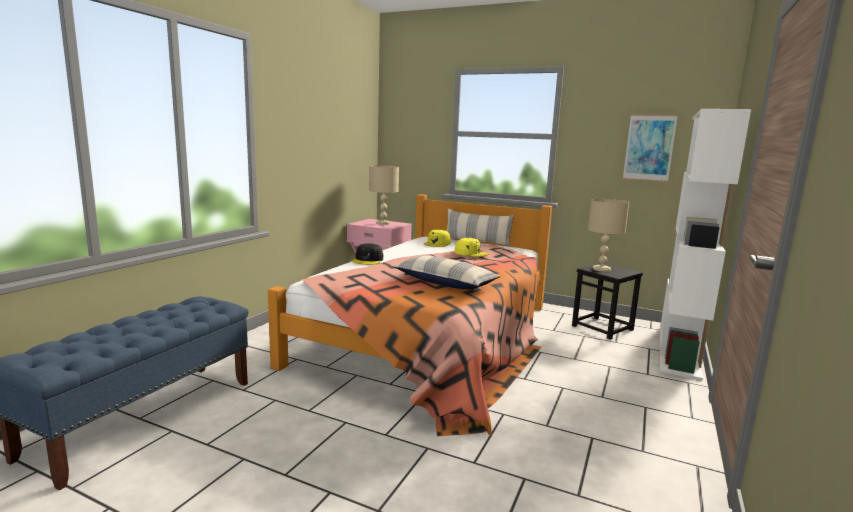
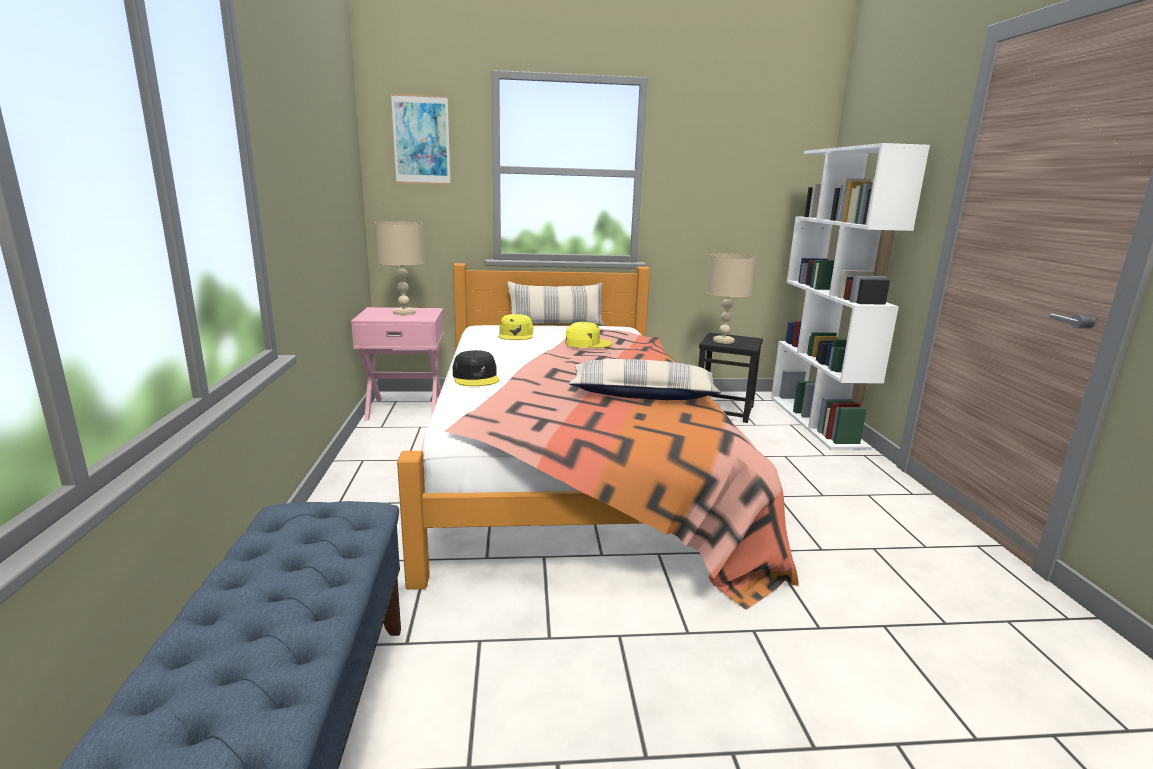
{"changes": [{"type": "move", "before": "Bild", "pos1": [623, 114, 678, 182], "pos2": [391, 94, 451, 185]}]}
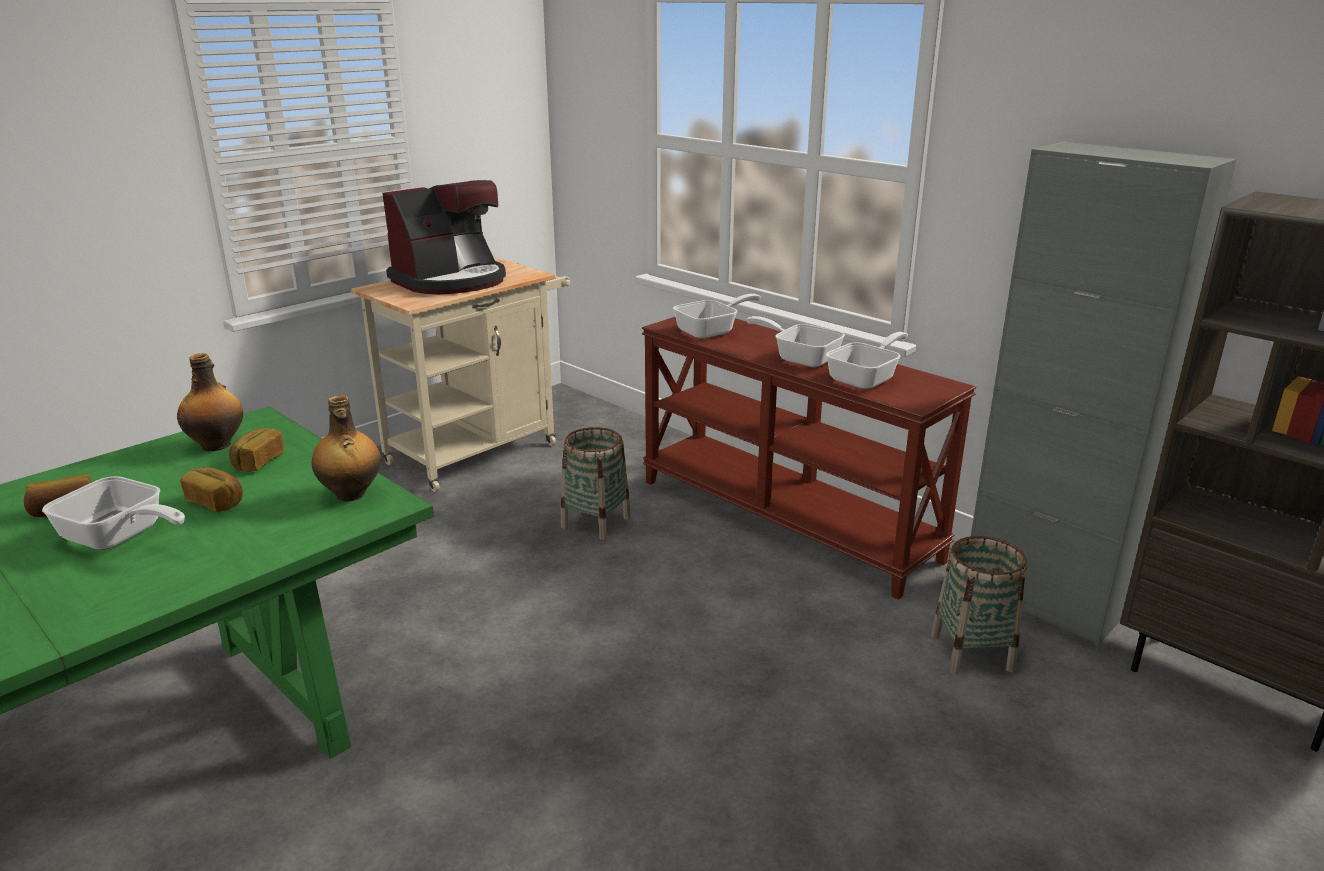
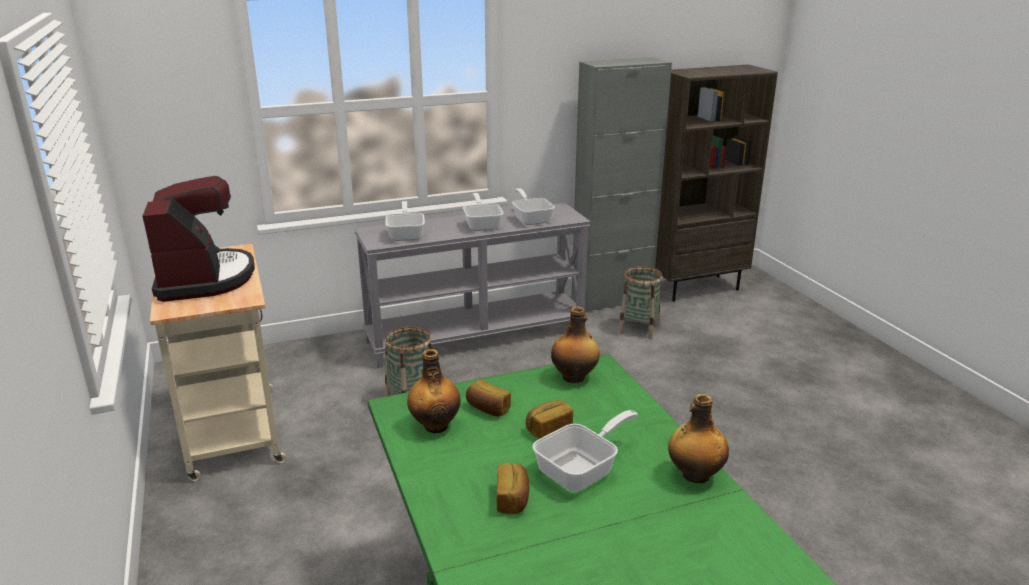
{"changes": [{"type": "recolor", "before": "Konsolentisch/braun", "after": "Konsolentisch/grau", "pos1": [642, 317, 977, 600], "pos2": [354, 203, 590, 368]}, {"type": "rotate", "before": "Pfanne", "pos1": [746, 316, 845, 368], "pos2": [463, 193, 504, 231], "turn": 105}, {"type": "insert", "after": "Flasche", "pos2": [668, 394, 729, 483]}]}
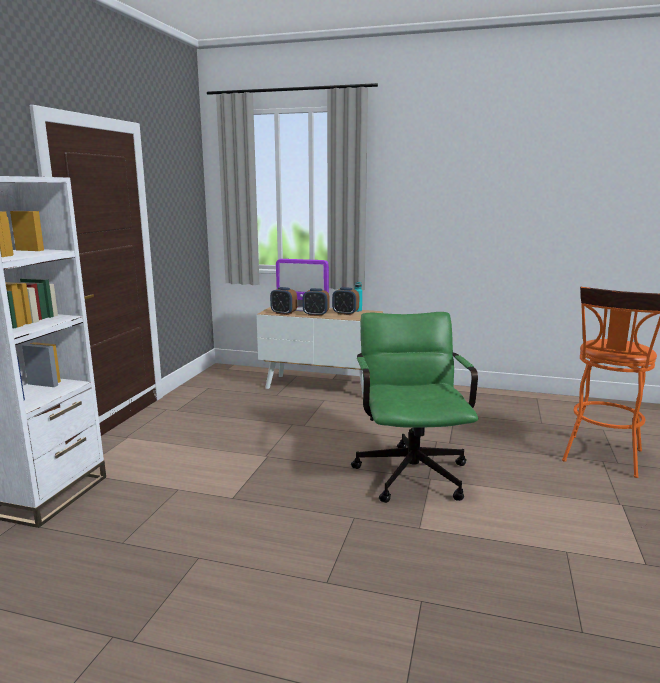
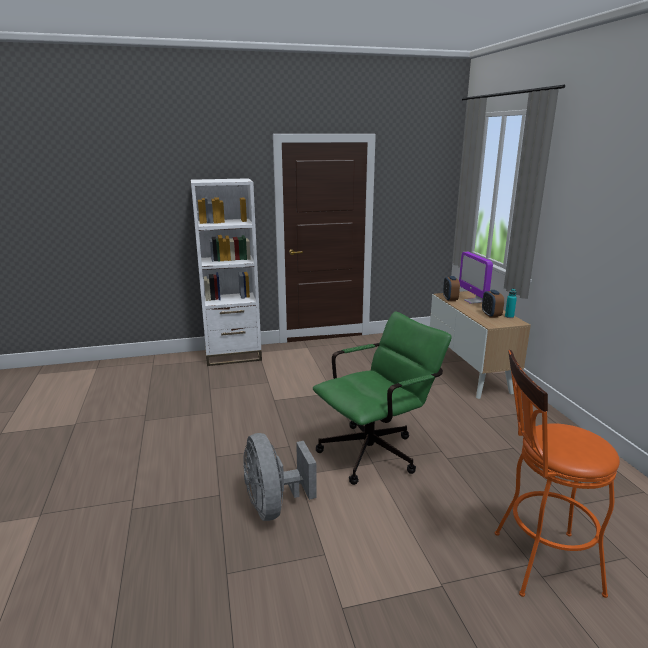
{"changes": [{"type": "delete", "before": "Wecker", "pos1": [303, 288, 330, 316]}, {"type": "insert", "after": "Ventilator/grau", "pos2": [243, 433, 317, 521]}]}
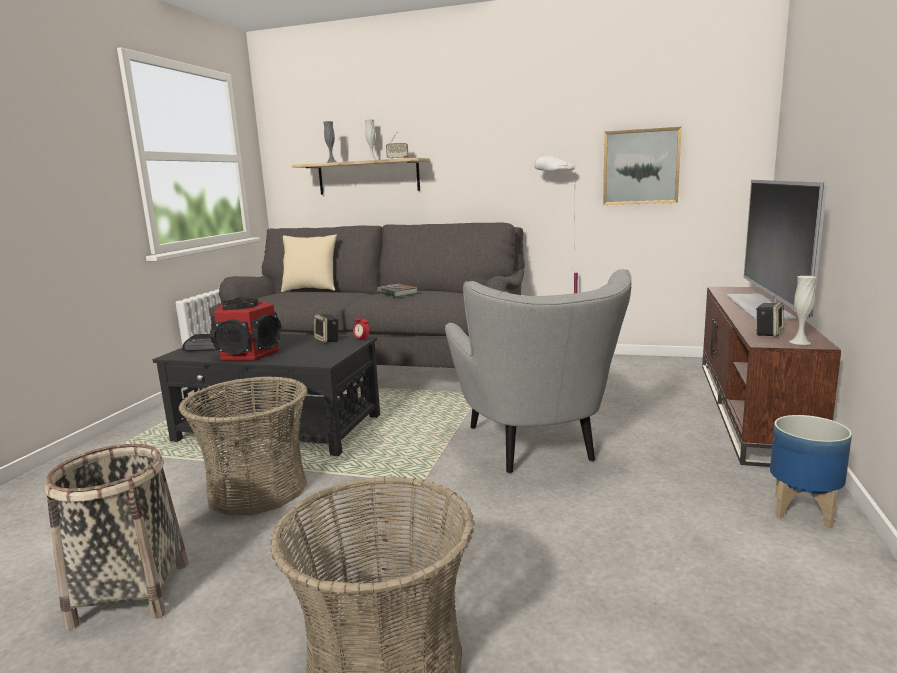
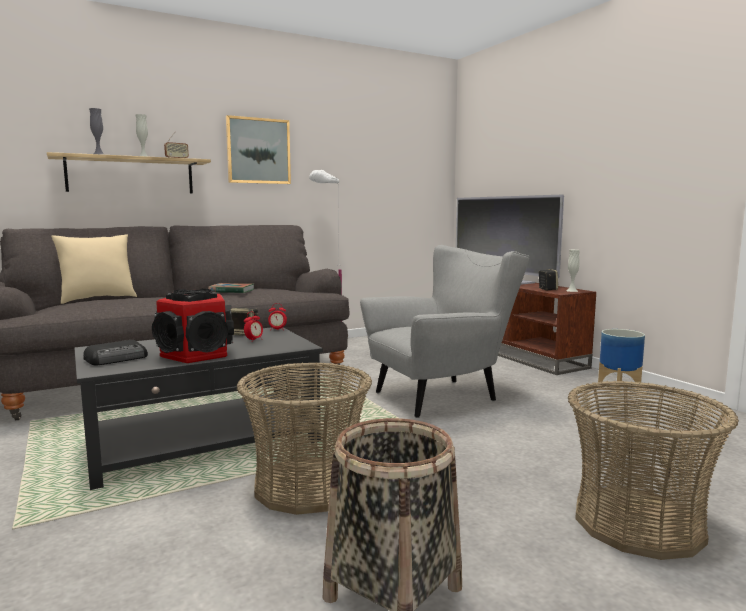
{"changes": [{"type": "rotate", "before": "Sessel/grau", "pos1": [445, 269, 631, 474], "pos2": [360, 245, 529, 418], "turn": -60}, {"type": "move", "before": "Bild", "pos1": [603, 127, 682, 205], "pos2": [226, 115, 291, 184]}, {"type": "insert", "after": "Wecker", "pos2": [244, 312, 263, 342]}]}
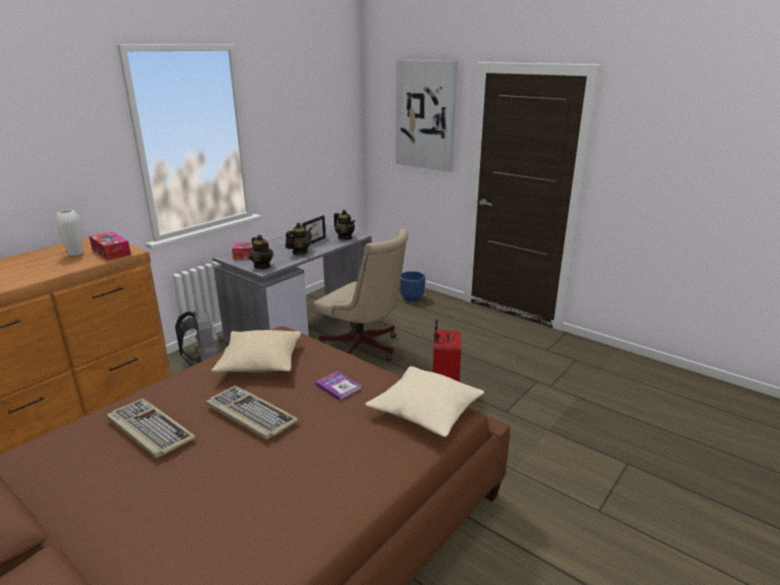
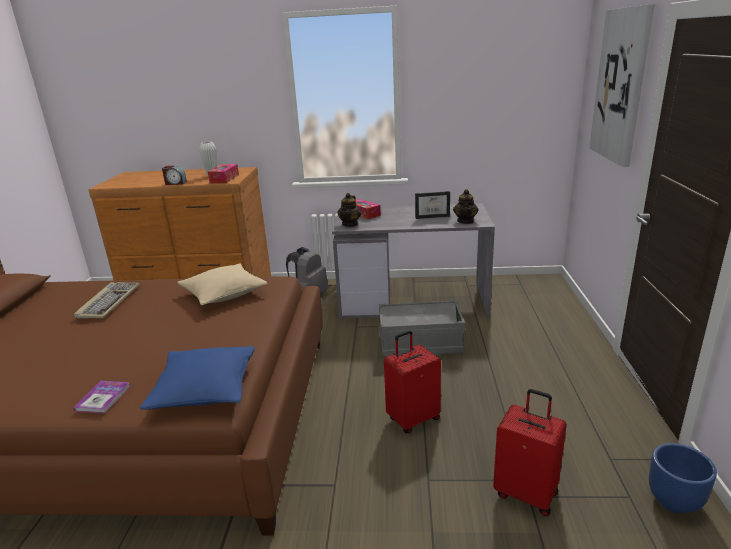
{"changes": [{"type": "delete", "before": "Tastatur", "pos1": [206, 386, 298, 440]}, {"type": "delete", "before": "Teekanne", "pos1": [285, 222, 313, 255]}, {"type": "replace", "before": "Bürostuhl/beige", "after": "Aufbewahrungsbox/grau", "pos1": [314, 229, 408, 361], "pos2": [378, 300, 465, 357]}, {"type": "move", "before": "Buch", "pos1": [315, 371, 361, 401], "pos2": [73, 381, 130, 414]}, {"type": "recolor", "before": "Kissen/beige", "after": "Kissen/blau", "pos1": [365, 366, 484, 437], "pos2": [140, 346, 255, 410]}, {"type": "move", "before": "Pflanzkübel/blau", "pos1": [400, 271, 425, 302], "pos2": [649, 443, 717, 514]}, {"type": "insert", "after": "Wecker", "pos2": [162, 166, 187, 185]}, {"type": "insert", "after": "Koffer/rot", "pos2": [493, 389, 567, 516]}]}
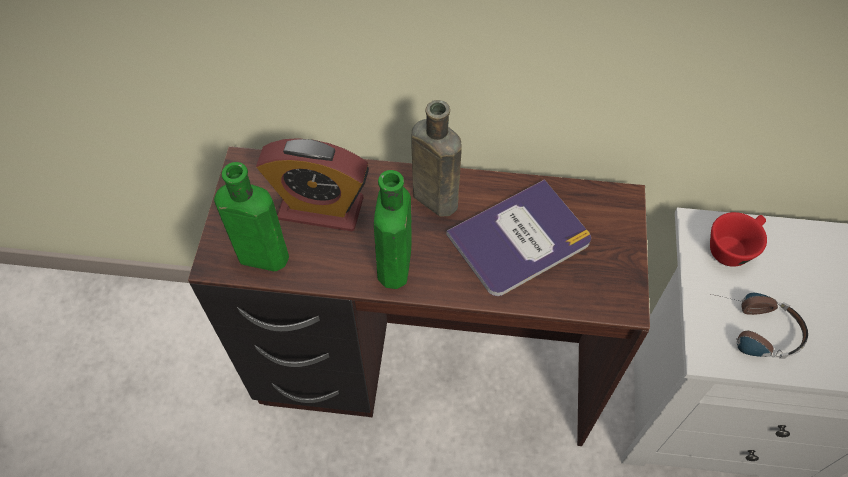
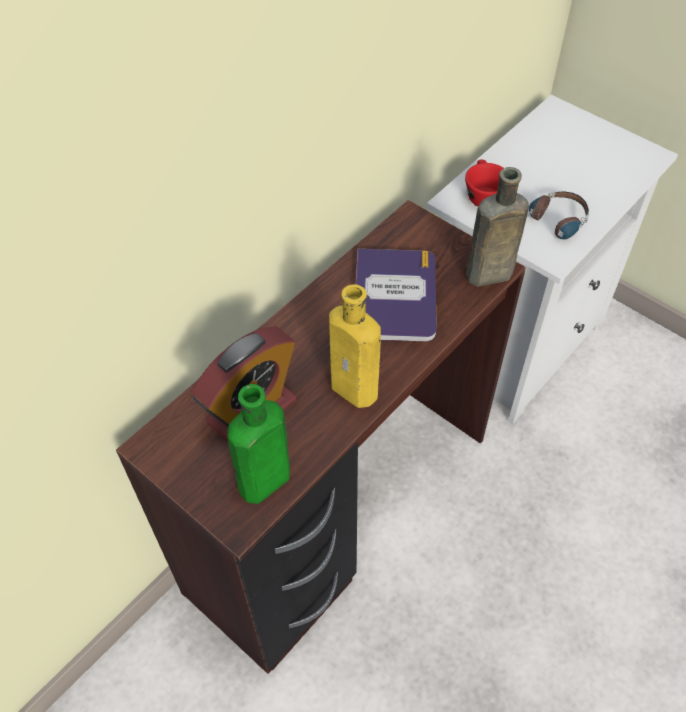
{"changes": [{"type": "recolor", "before": "Flasche/grün", "after": "Flasche/gelb", "pos1": [374, 170, 411, 289], "pos2": [329, 284, 381, 408]}, {"type": "move", "before": "Flasche/braun", "pos1": [411, 100, 462, 217], "pos2": [466, 167, 529, 287]}]}
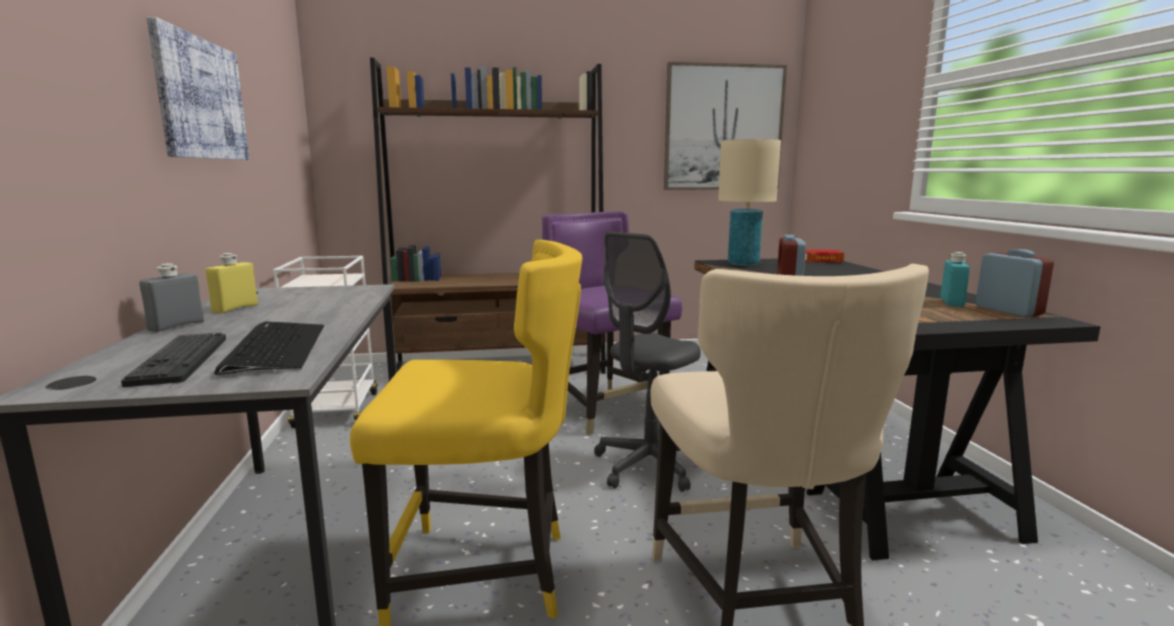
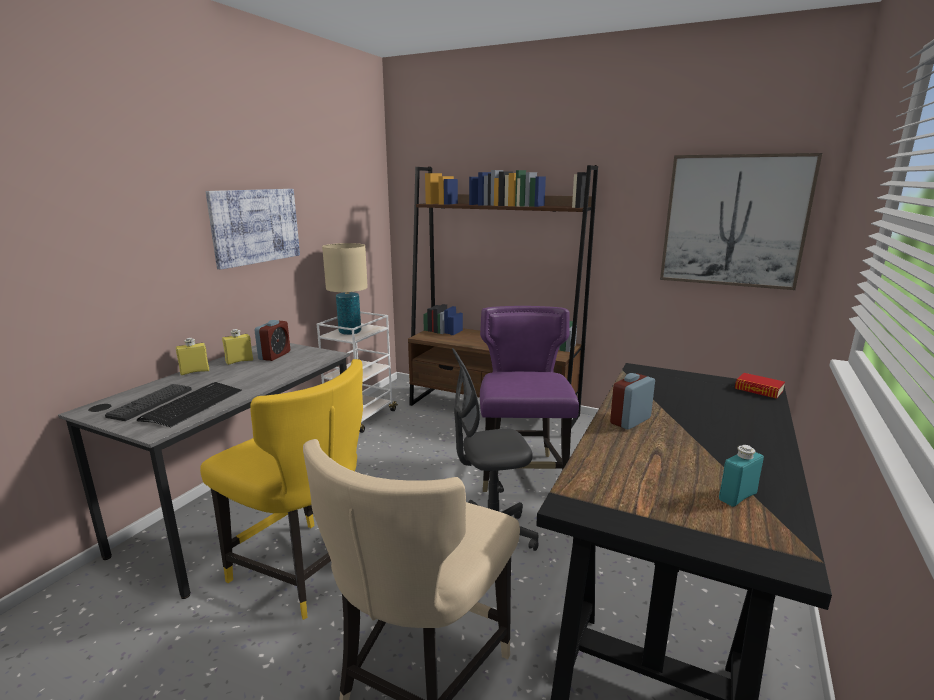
{"changes": [{"type": "recolor", "before": "Flasche/grau", "after": "Flasche/gelb", "pos1": [139, 263, 204, 332], "pos2": [176, 338, 209, 375]}, {"type": "move", "before": "Tischlampe/beige", "pos1": [718, 139, 781, 266], "pos2": [322, 243, 368, 335]}, {"type": "move", "before": "Wecker", "pos1": [976, 249, 1054, 317], "pos2": [254, 320, 290, 361]}]}
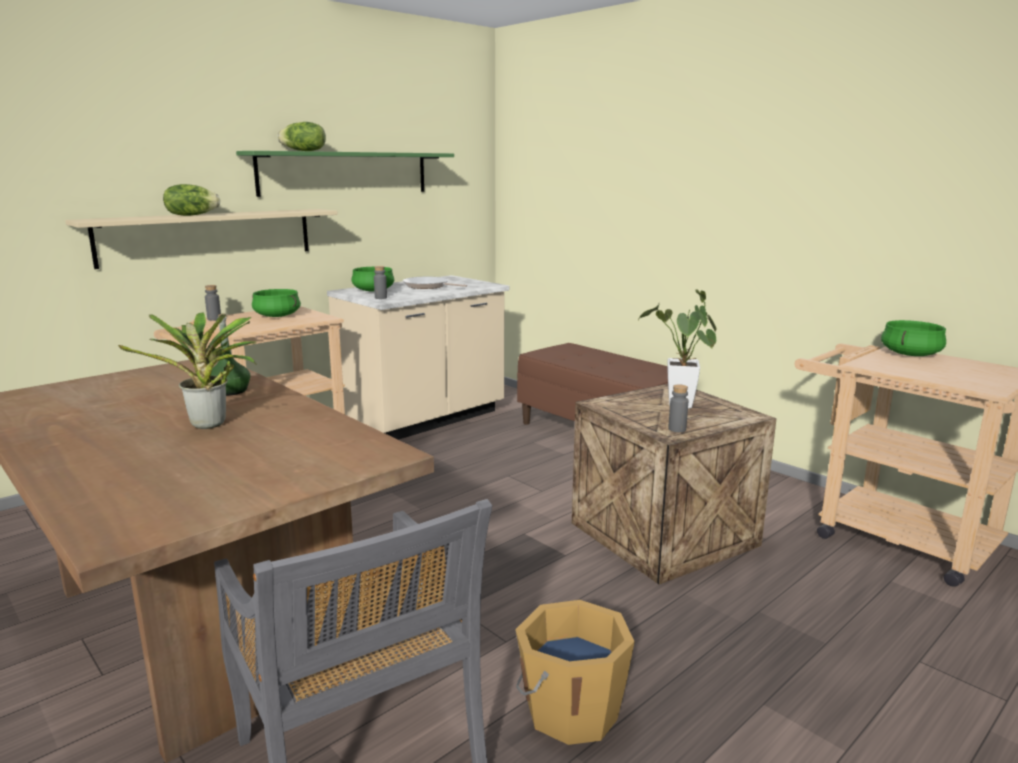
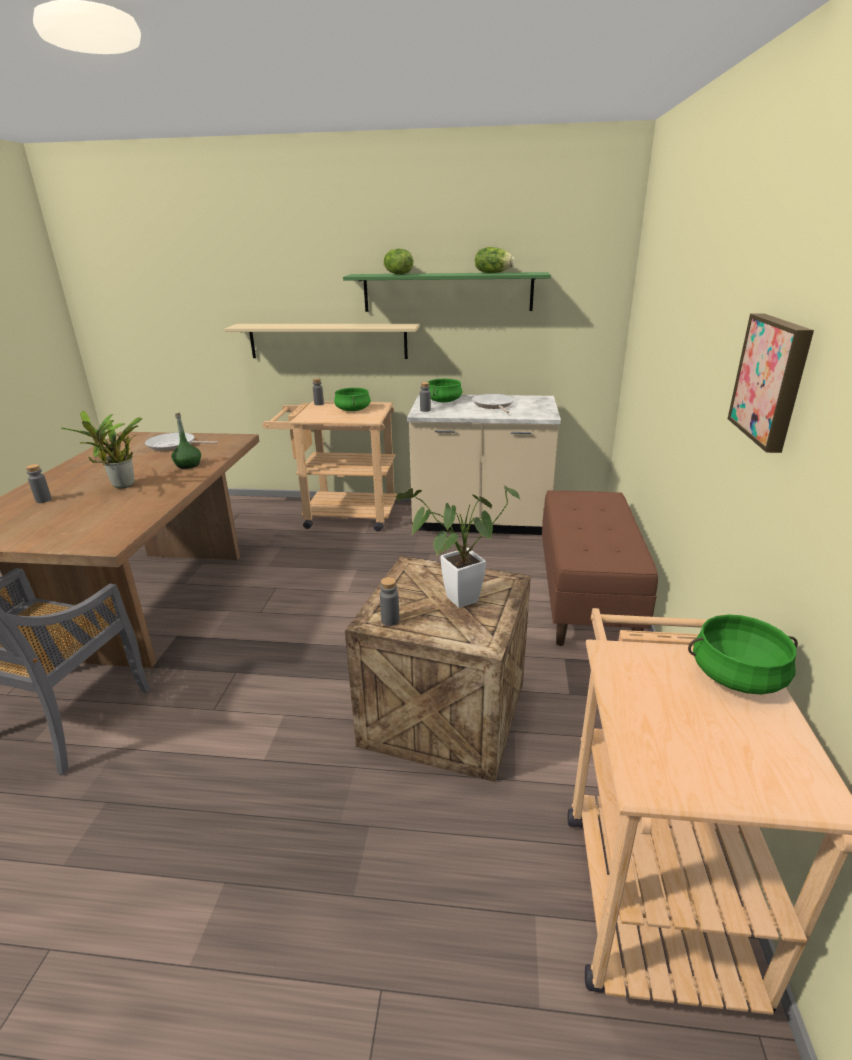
{"changes": [{"type": "move", "before": "Salatkopf", "pos1": [163, 184, 221, 216], "pos2": [475, 247, 515, 273]}, {"type": "delete", "before": "Eimer/orange", "pos1": [515, 600, 635, 745]}, {"type": "insert", "after": "Flasche/grau", "pos2": [26, 464, 52, 503]}, {"type": "insert", "after": "Pfanne", "pos2": [145, 432, 218, 451]}, {"type": "insert", "after": "Bild", "pos2": [728, 313, 814, 453]}]}
